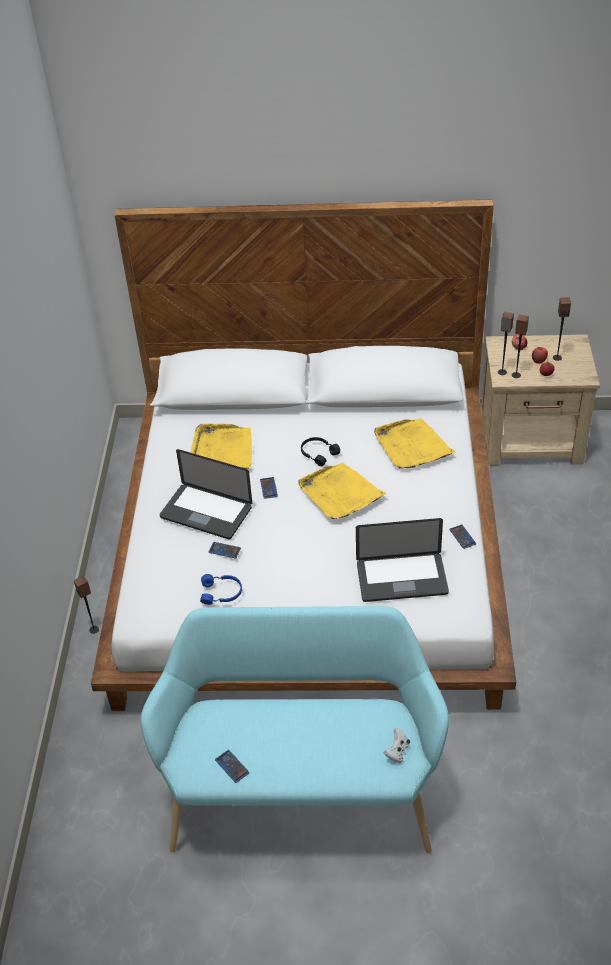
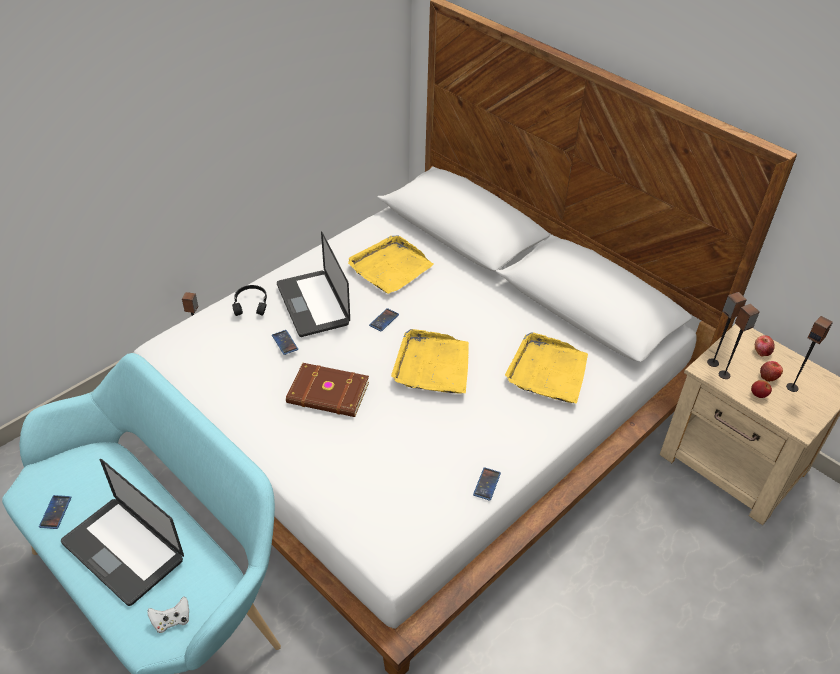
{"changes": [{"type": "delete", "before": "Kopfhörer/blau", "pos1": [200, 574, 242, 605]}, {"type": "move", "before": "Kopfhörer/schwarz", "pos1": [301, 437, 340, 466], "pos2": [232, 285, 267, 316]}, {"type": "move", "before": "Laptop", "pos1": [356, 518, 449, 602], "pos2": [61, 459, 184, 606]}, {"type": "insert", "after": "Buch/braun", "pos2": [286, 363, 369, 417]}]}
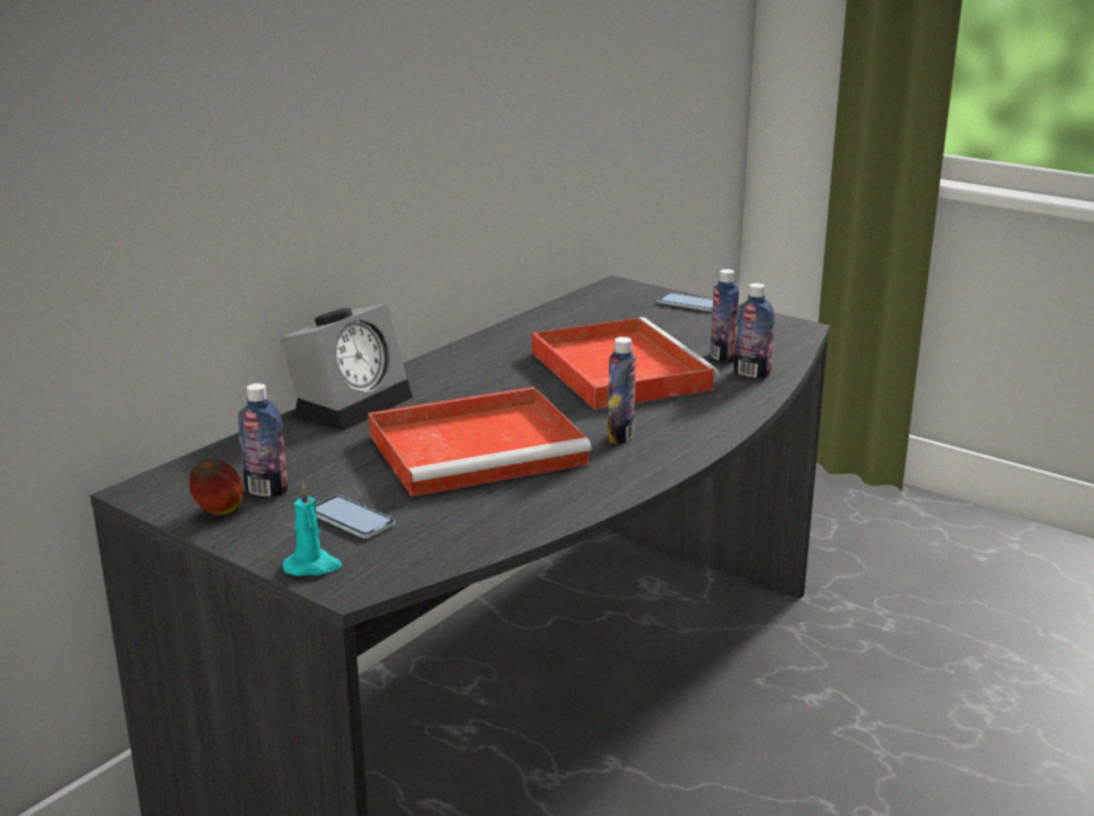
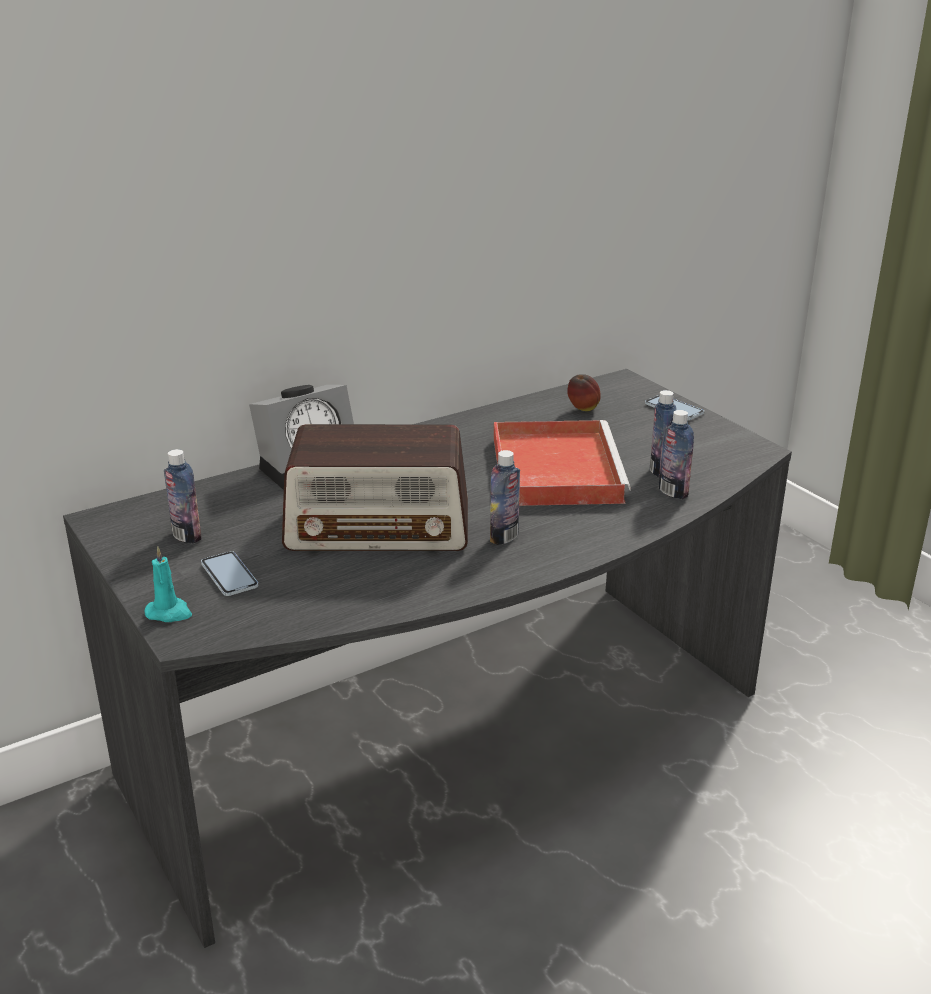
{"changes": [{"type": "move", "before": "Apfel", "pos1": [189, 460, 243, 515], "pos2": [567, 374, 601, 411]}, {"type": "replace", "before": "Tablett/rot", "after": "Radio", "pos1": [368, 387, 591, 497], "pos2": [282, 424, 468, 551]}]}
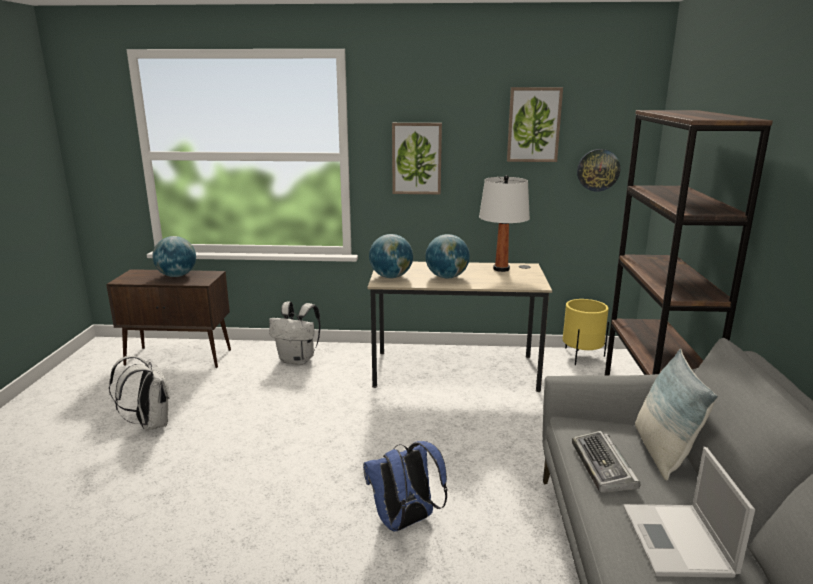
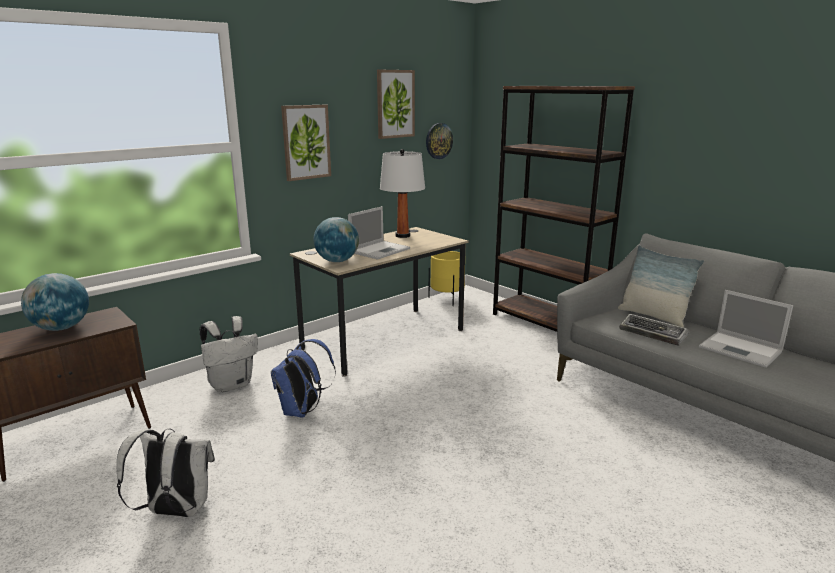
{"changes": [{"type": "move", "before": "Rucksack/blau", "pos1": [363, 441, 447, 531], "pos2": [271, 339, 336, 418]}, {"type": "replace", "before": "Globus", "after": "Laptop", "pos1": [425, 234, 470, 279], "pos2": [348, 206, 410, 260]}]}
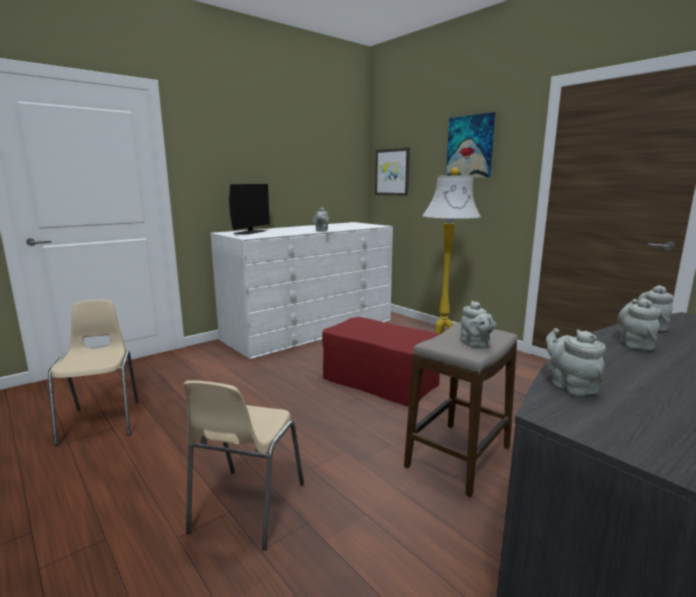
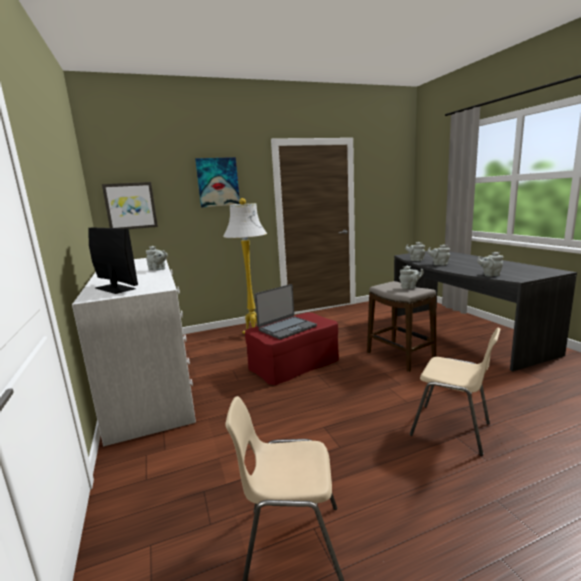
{"changes": [{"type": "insert", "after": "Laptop", "pos2": [255, 284, 317, 340]}]}
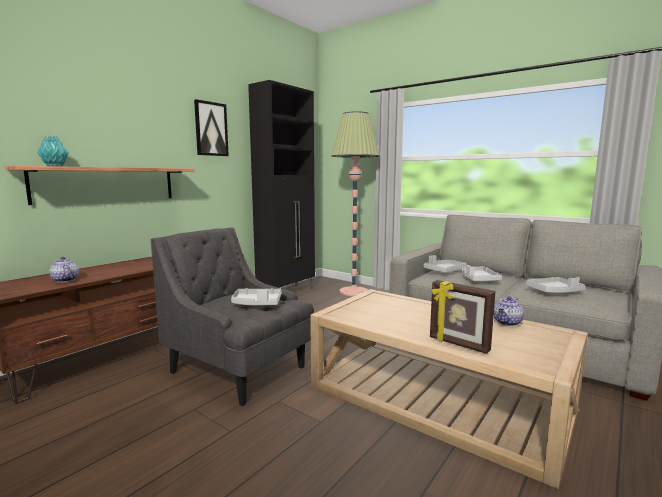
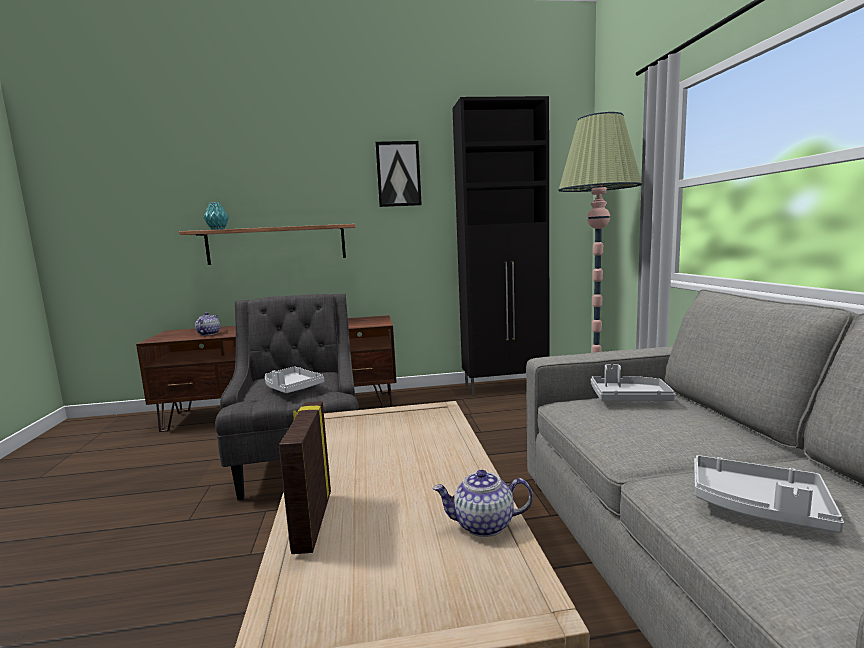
{"changes": [{"type": "delete", "before": "Tablett/grau", "pos1": [462, 265, 502, 281]}]}
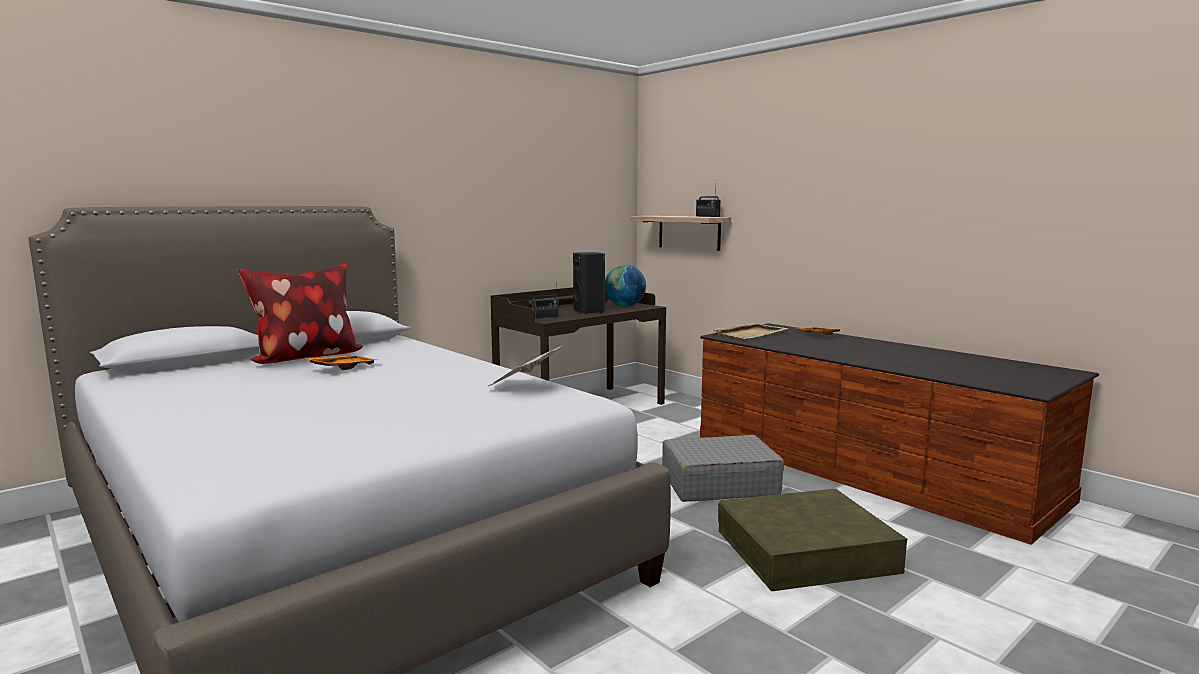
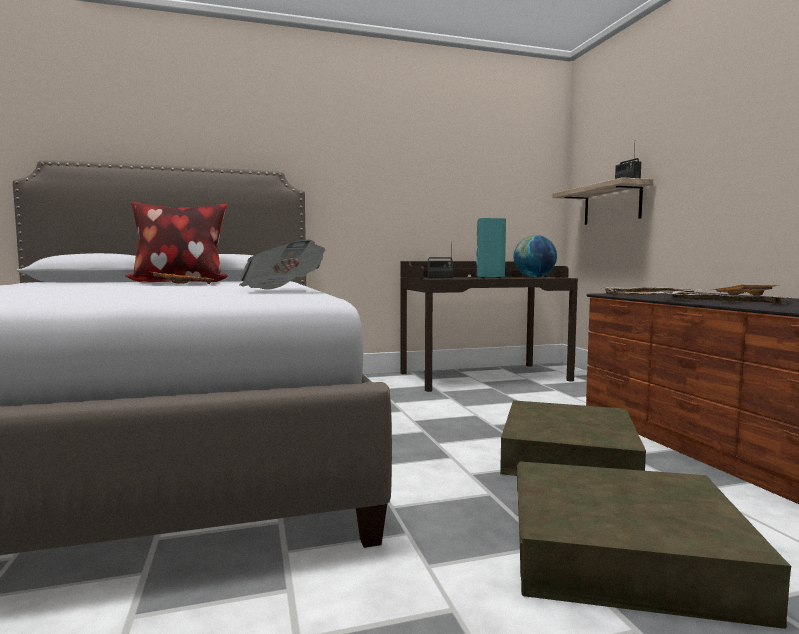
{"changes": [{"type": "recolor", "before": "Lautsprecher/schwarz", "after": "Lautsprecher/türkis", "pos1": [573, 252, 605, 314], "pos2": [476, 218, 506, 278]}, {"type": "replace", "before": "Koffer/grau", "after": "Aufbewahrungsbox/braun", "pos1": [662, 435, 784, 502], "pos2": [500, 400, 646, 476]}, {"type": "insert", "after": "Tablett/beige", "pos2": [664, 291, 792, 304]}]}
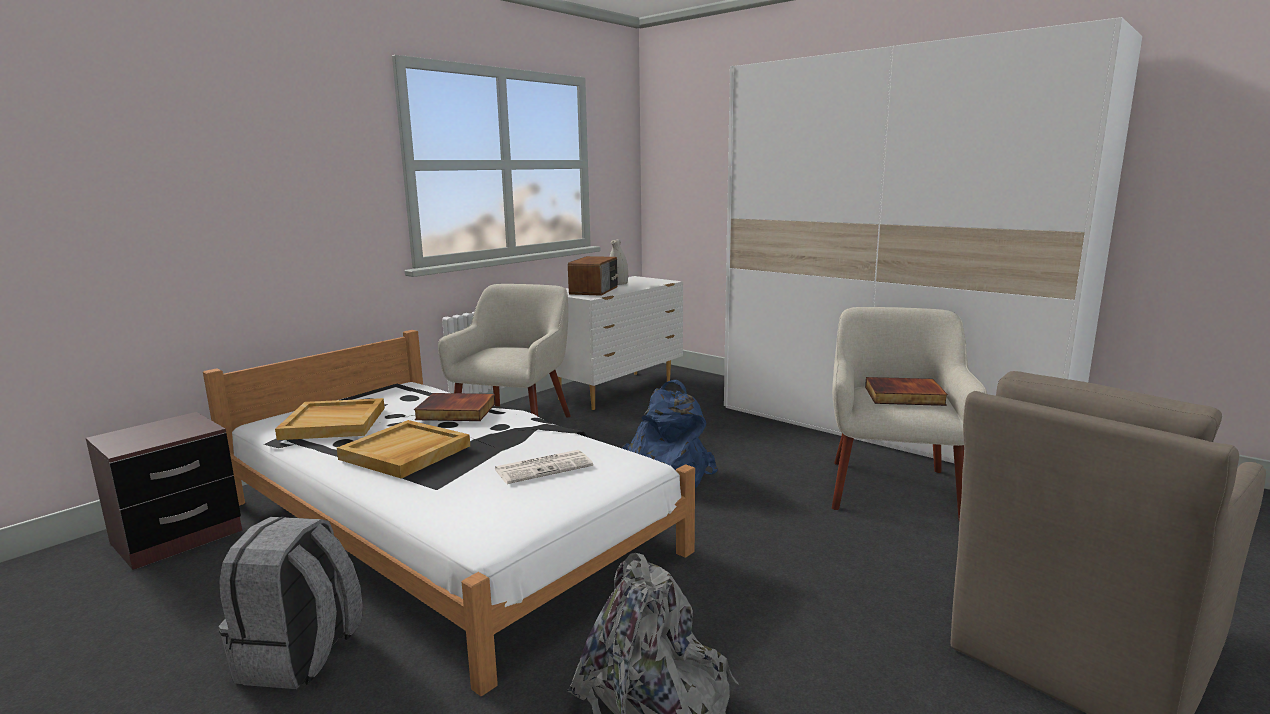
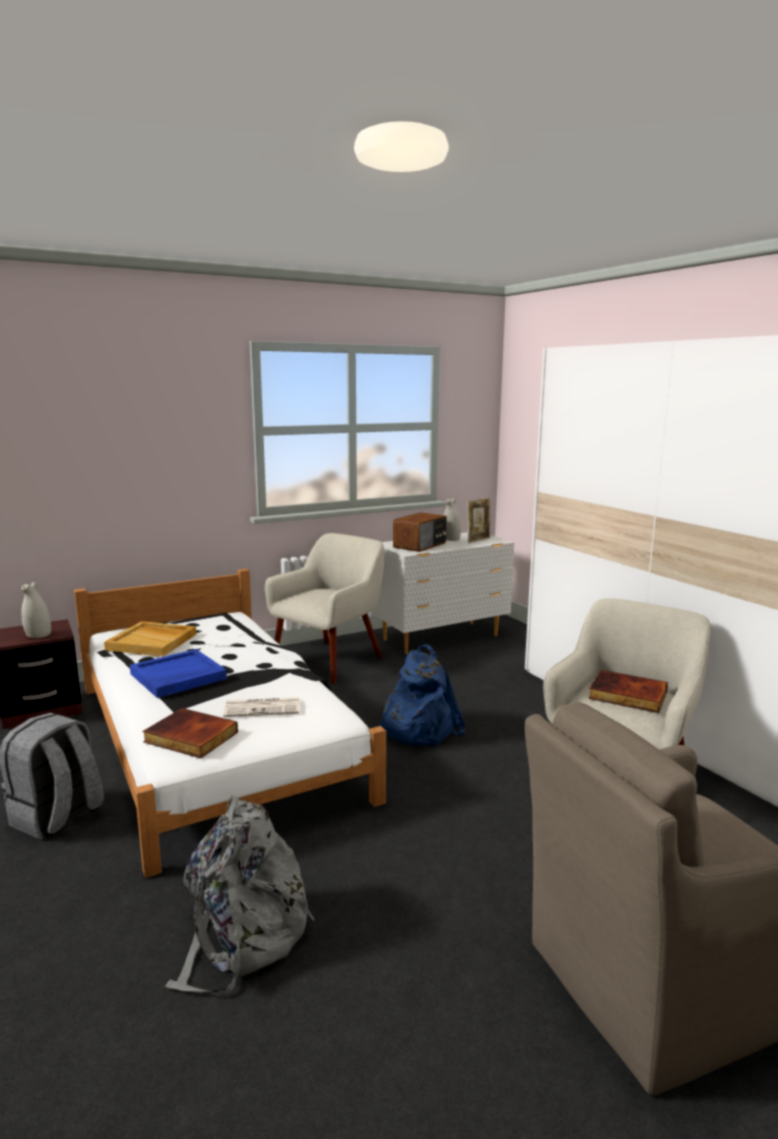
{"changes": [{"type": "recolor", "before": "Tablett/beige", "after": "Tablett/blau", "pos1": [337, 420, 470, 478], "pos2": [130, 649, 227, 698]}, {"type": "move", "before": "Buch", "pos1": [414, 393, 495, 421], "pos2": [143, 708, 238, 758]}, {"type": "insert", "after": "Vase/weiß", "pos2": [21, 582, 51, 638]}, {"type": "insert", "after": "Bilderrahmen", "pos2": [467, 498, 490, 543]}]}
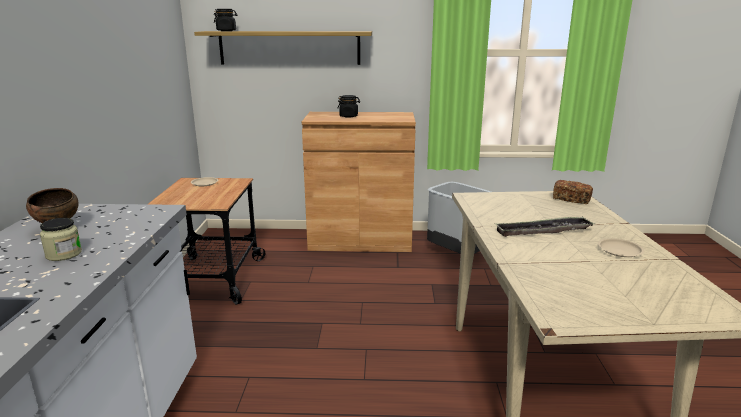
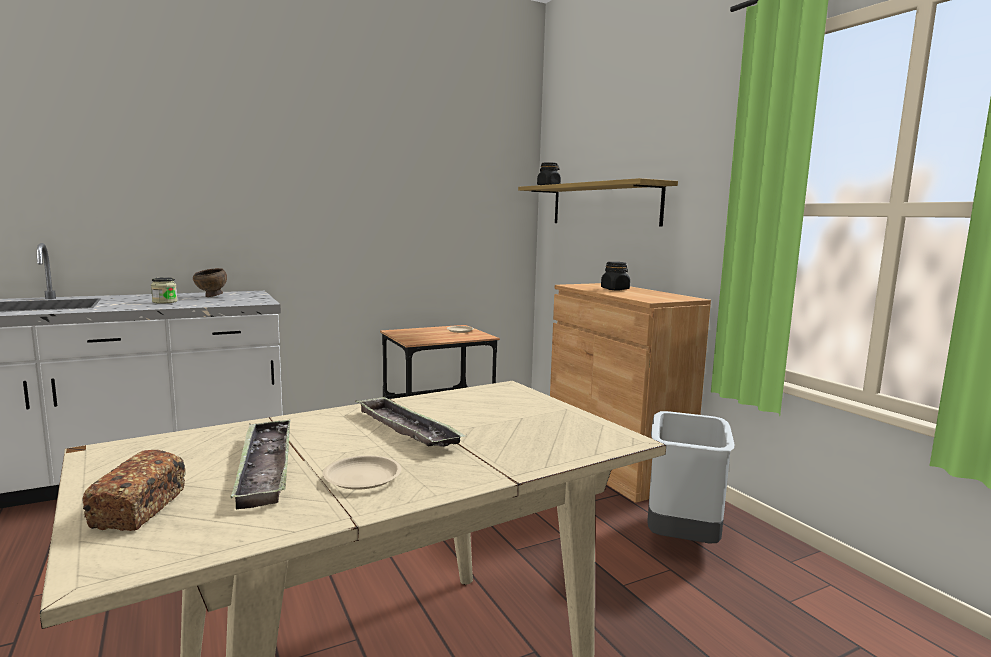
{"changes": [{"type": "move", "before": "Brot", "pos1": [553, 180, 593, 204], "pos2": [83, 450, 186, 531]}, {"type": "insert", "after": "Tablett", "pos2": [230, 419, 290, 509]}]}
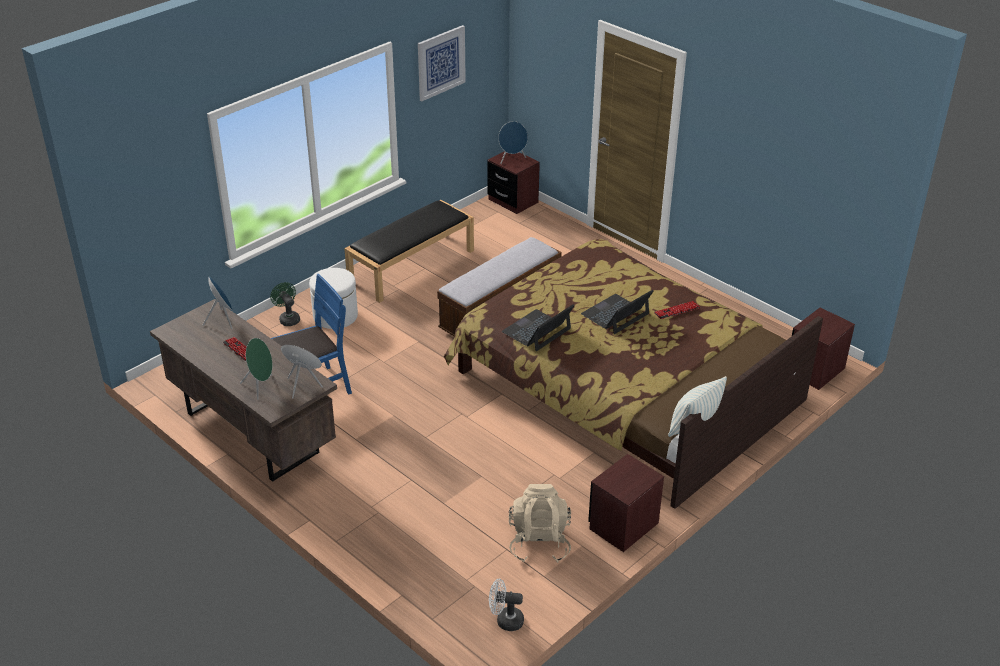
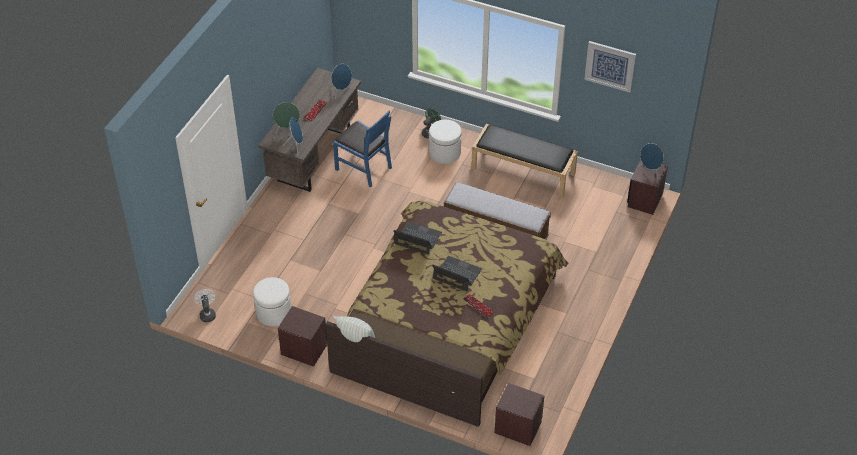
{"changes": [{"type": "replace", "before": "Rucksack/beige", "after": "Polsterhocker/weiß", "pos1": [509, 484, 571, 563], "pos2": [253, 277, 291, 326]}]}
